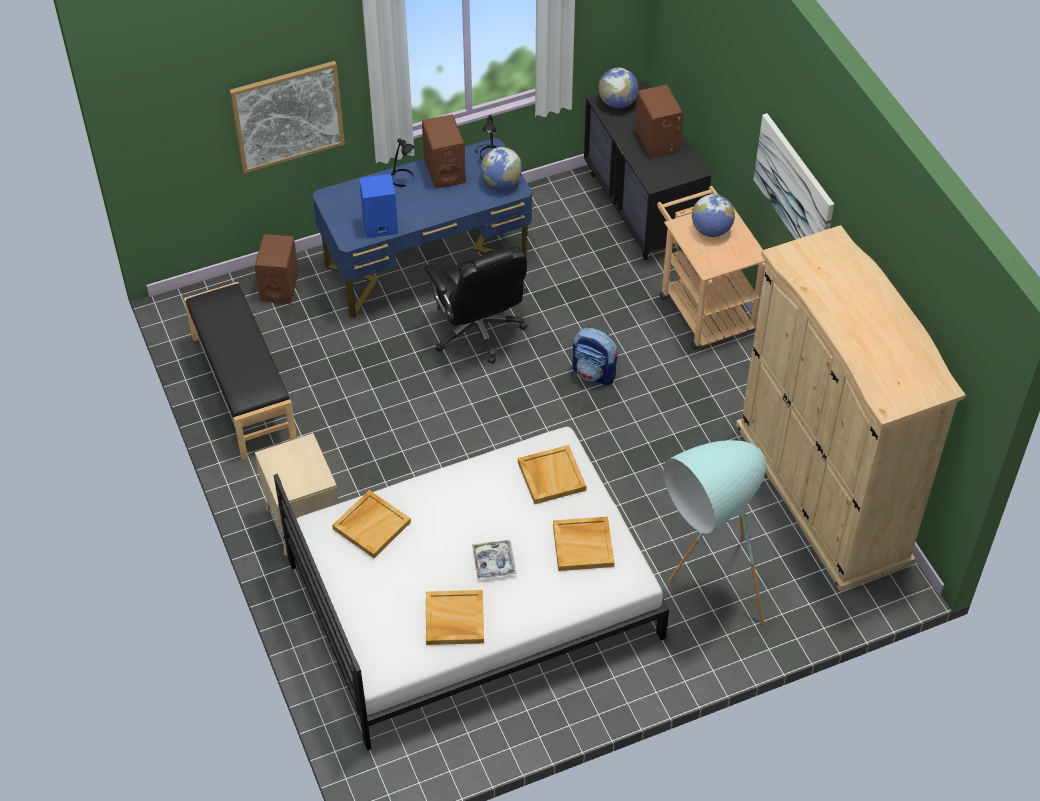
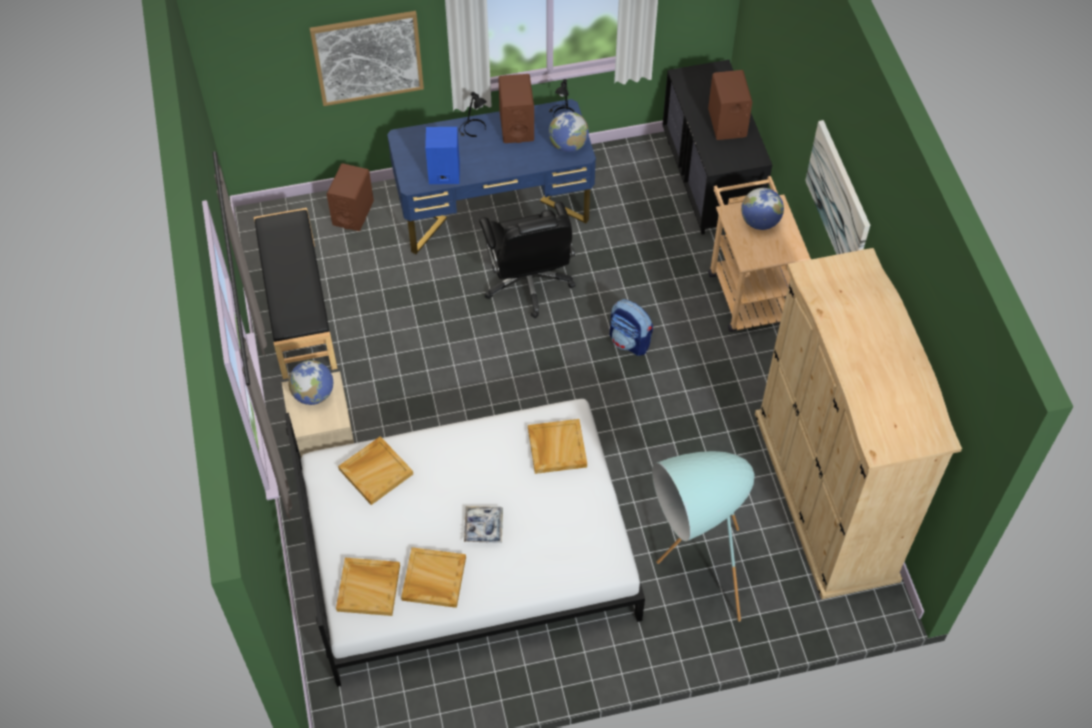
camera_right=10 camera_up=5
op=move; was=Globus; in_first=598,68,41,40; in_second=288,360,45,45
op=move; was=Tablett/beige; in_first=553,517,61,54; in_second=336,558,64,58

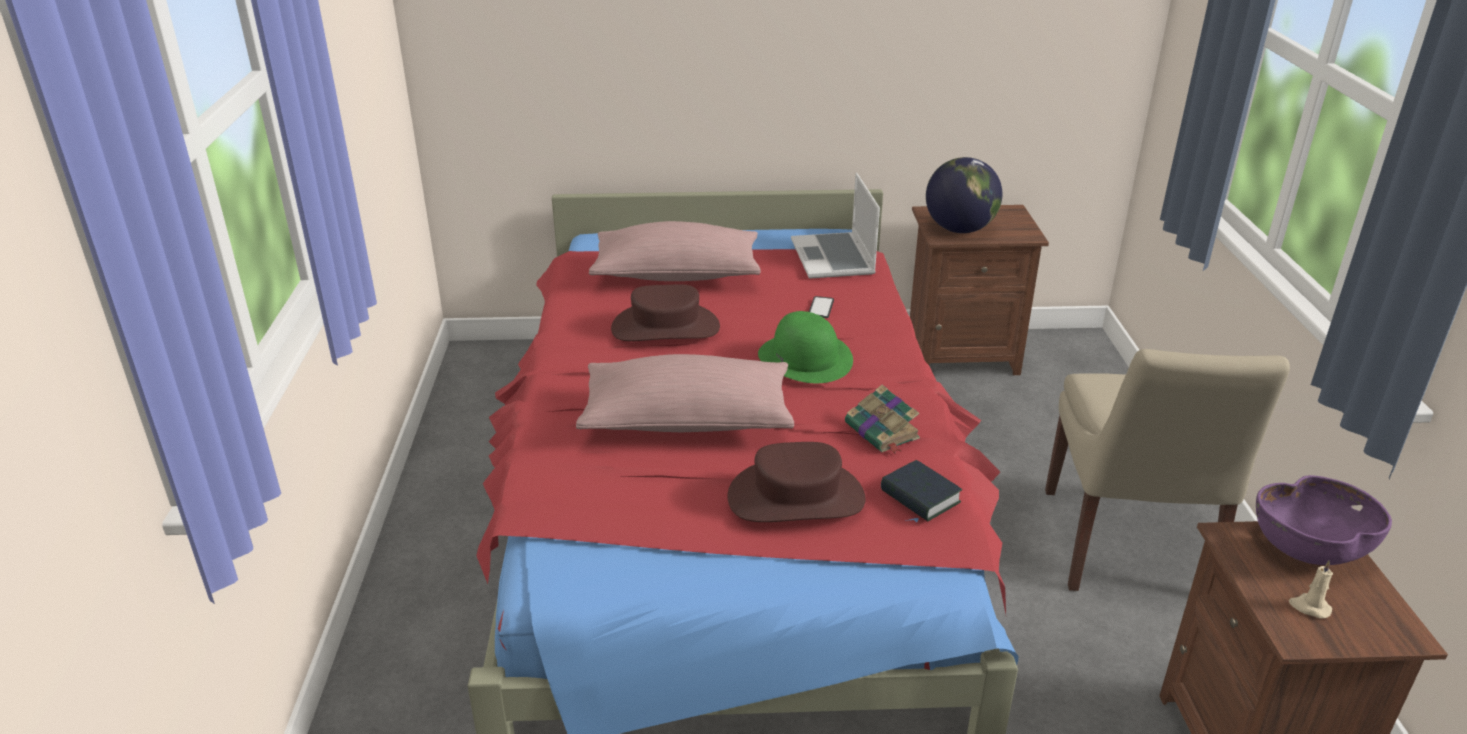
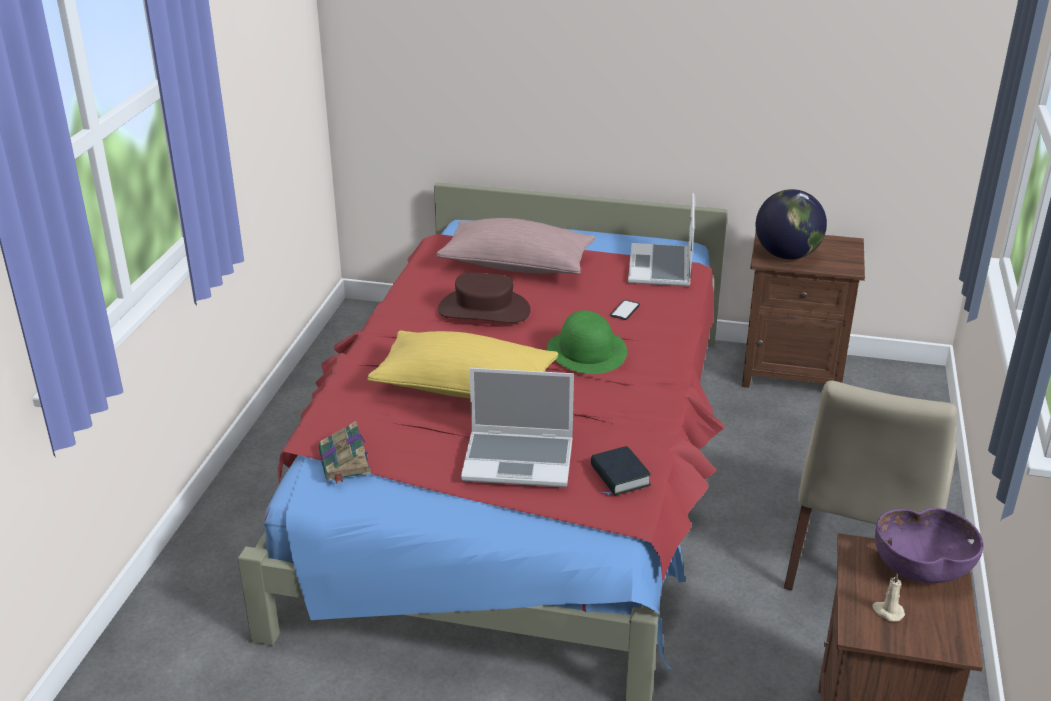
camera_right=15 camera_up=0
op=recolor; was=Kissen/rosa; now=Kissen/gelb; in_first=576,354,218,78; in_second=367,330,191,68
op=move; was=Buch; in_first=845,385,75,68; in_second=319,421,52,62
op=replace; was=Hut/braun; now=Laptop; in_first=727,442,139,80; in_second=461,368,113,119

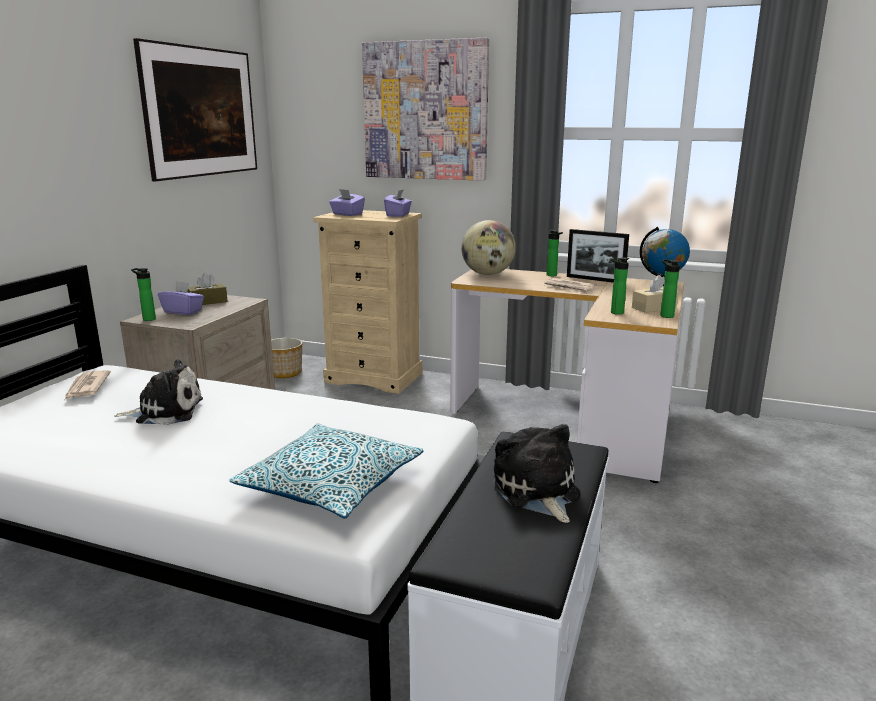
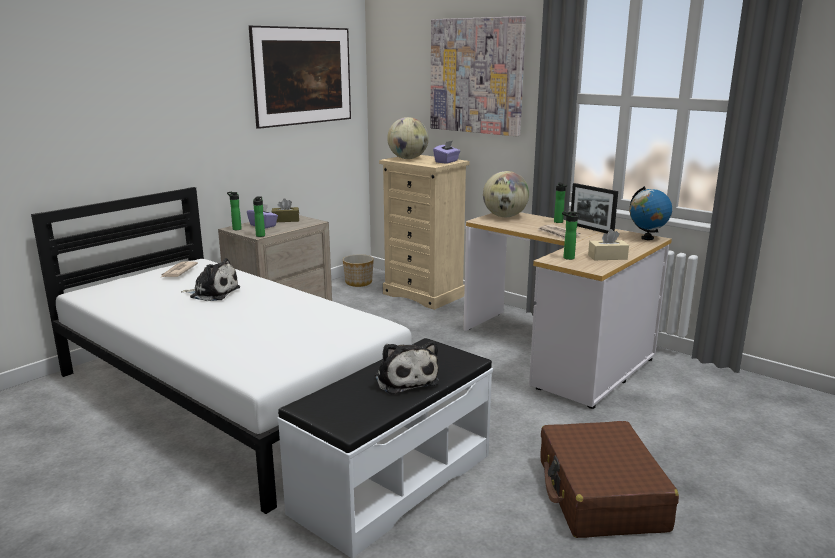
camera_right=20 camera_up=0
op=replace; was=Taschentuchbox/lila; now=Globus; in_first=329,189,36,27; in_second=387,117,42,42
op=move; was=Flasche; in_first=660,259,20,59; in_second=253,197,12,40
op=delete; was=Kissen; in_first=229,423,194,96
op=rotate; was=Plüschtier; in_first=493,424,87,99; in_second=375,341,64,54; clockwise=150
op=insert; now=Koffer/braun; in_second=541,421,138,117

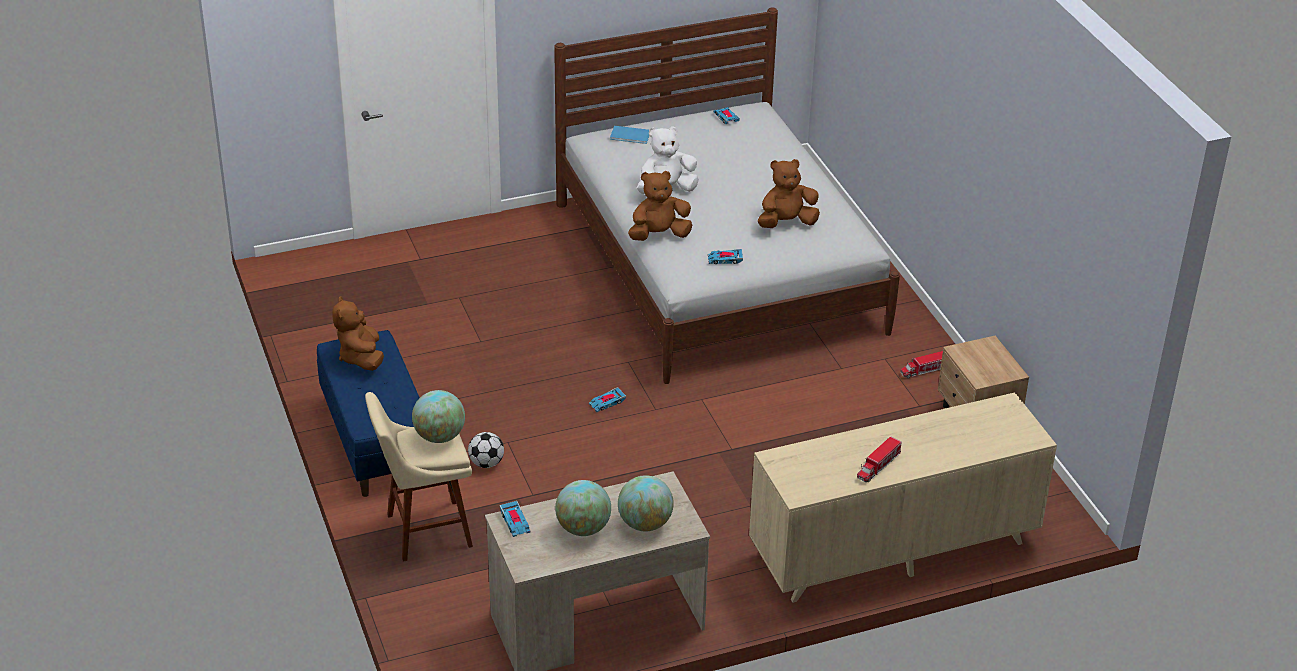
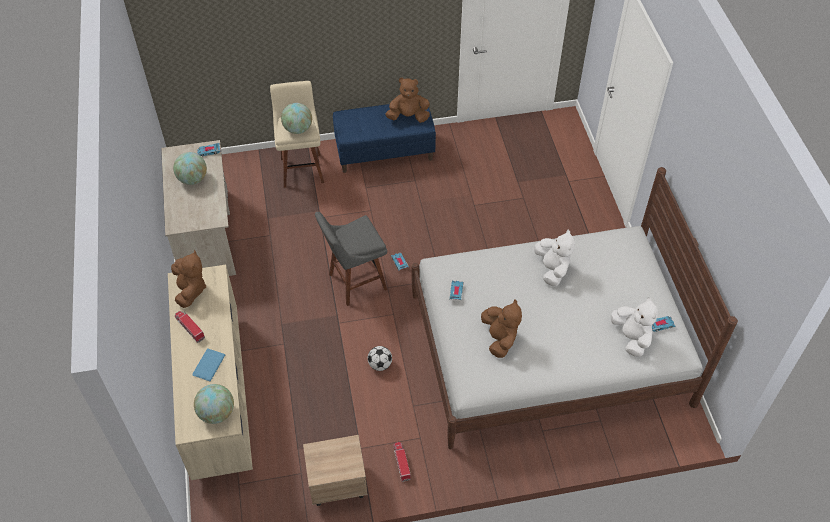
camera_right=100 camera_up=15
op=move; was=Buch/blau; in_first=610,126,39,18; in_second=192,348,33,33
op=move; was=Plüschtier/braun; in_first=628,171,64,70; in_second=171,250,35,58
op=move; was=Fußball; in_first=468,432,36,36; in_second=367,346,25,25
op=move; was=Globus; in_first=618,475,56,56; in_second=194,384,40,40
op=insert; now=Hocker/grau; in_second=315,212,72,94
op=insert; now=Plüschtier/weiß; in_second=611,297,47,60

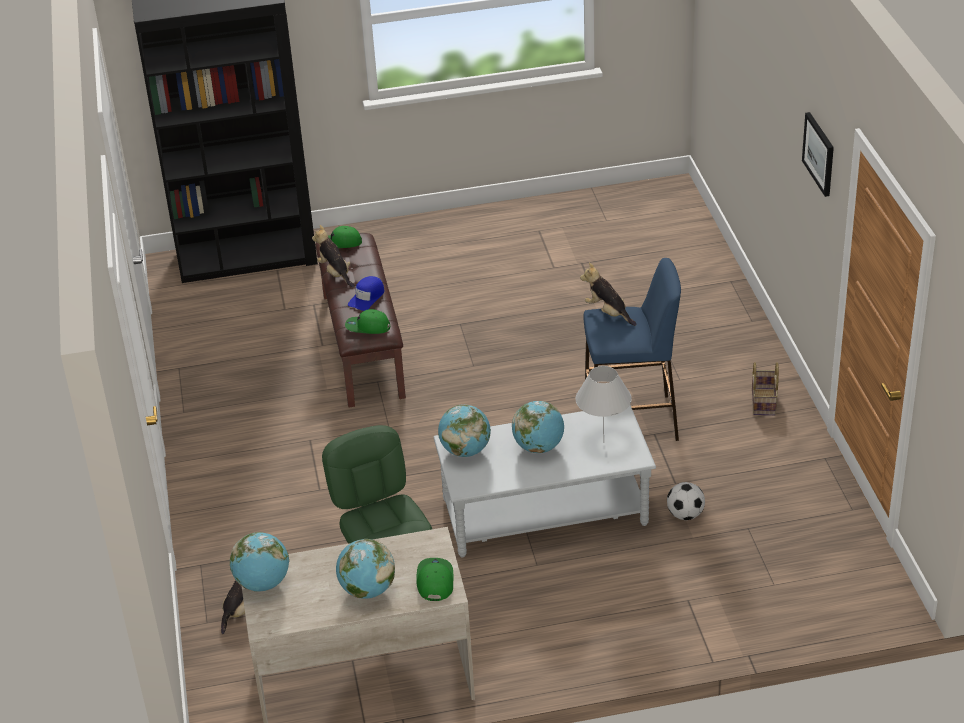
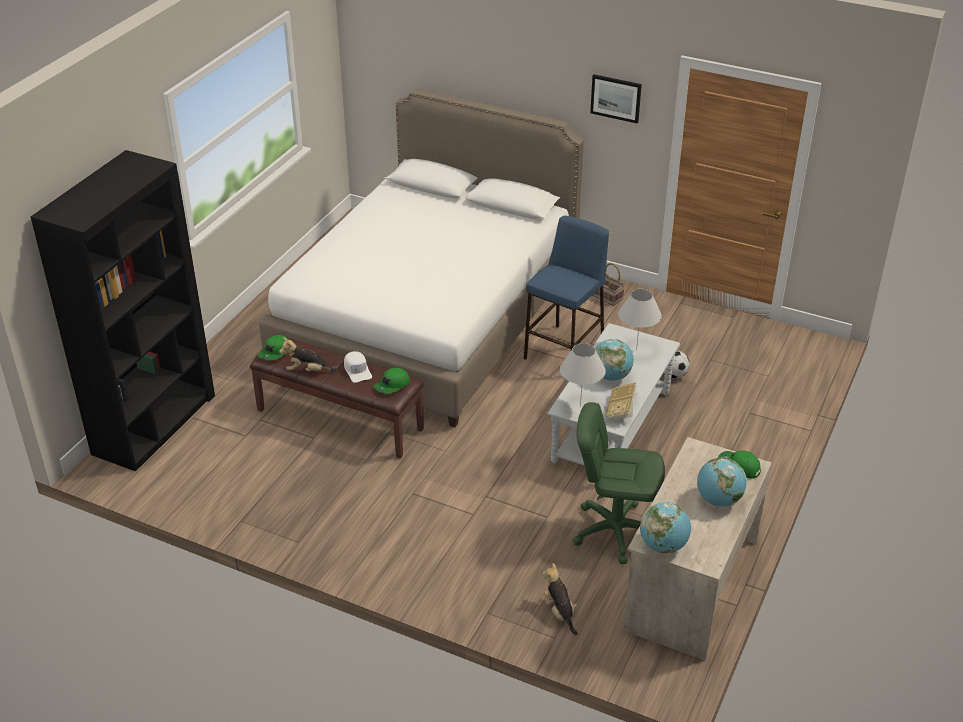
camera_right=-55 camera_up=0
op=delete; was=Plüschtier; in_first=580,262,57,64
op=recolor; was=Kappe/blau; now=Kappe/weiß; in_first=348,276,36,35; in_second=344,351,28,32
op=replace; was=Globus; now=Tischlampe/weiß; in_first=438,405,53,52; in_second=560,343,46,64
op=insert; now=Bett/weiß; in_second=259,88,325,339
op=insert; now=Buch; in_second=605,382,33,40

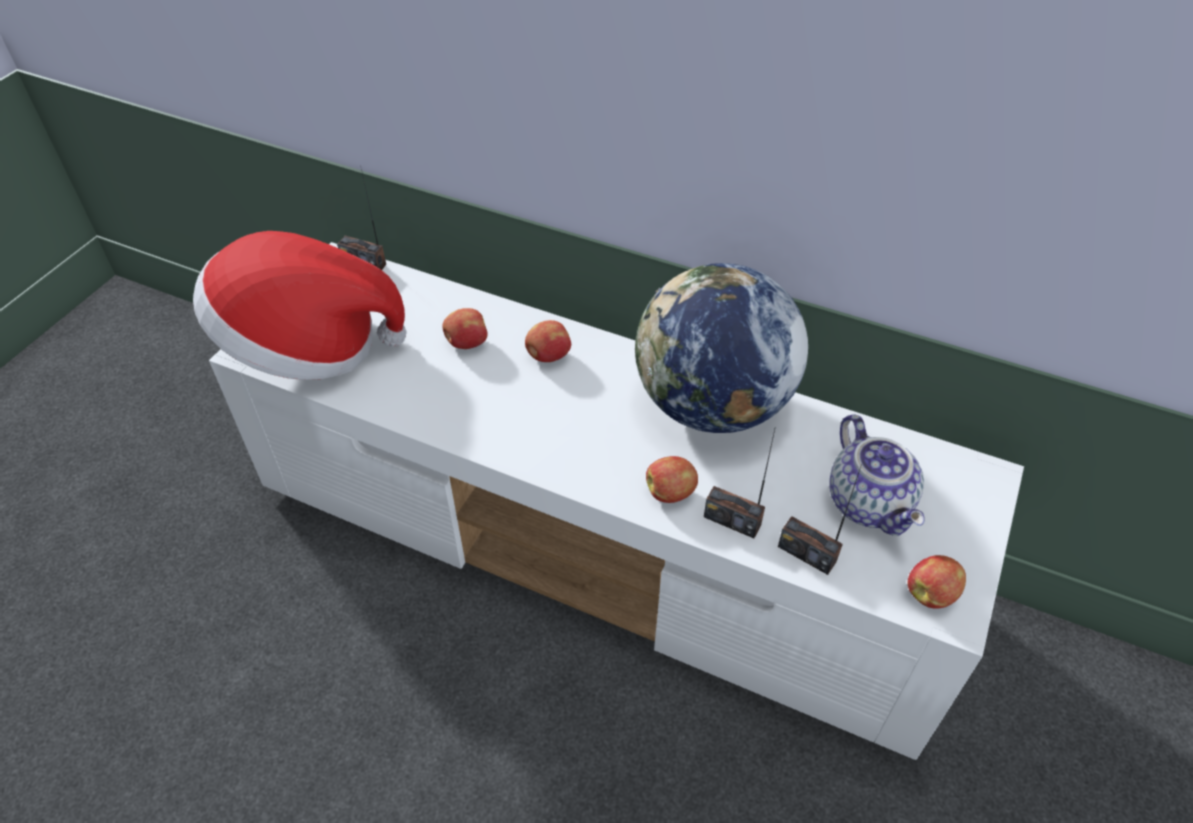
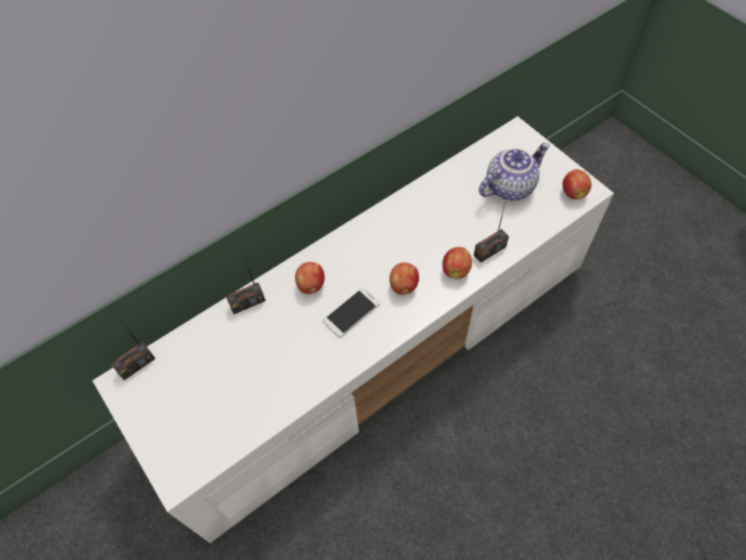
camera_right=-60 camera_up=10
op=delete; was=Hut; in_first=193,231,213,149
op=delete; was=Globus; in_first=635,263,173,170
op=move; was=Apfel; in_first=442,308,46,41; in_second=389,262,30,33
op=rotate; was=Teekanne; in_first=830,414,95,122; in_second=479,143,71,58; clockwise=-45
op=move; was=Radio; in_first=778,464,84,111; in_second=226,242,40,72
op=insert; now=Handy; in_second=323,288,57,50

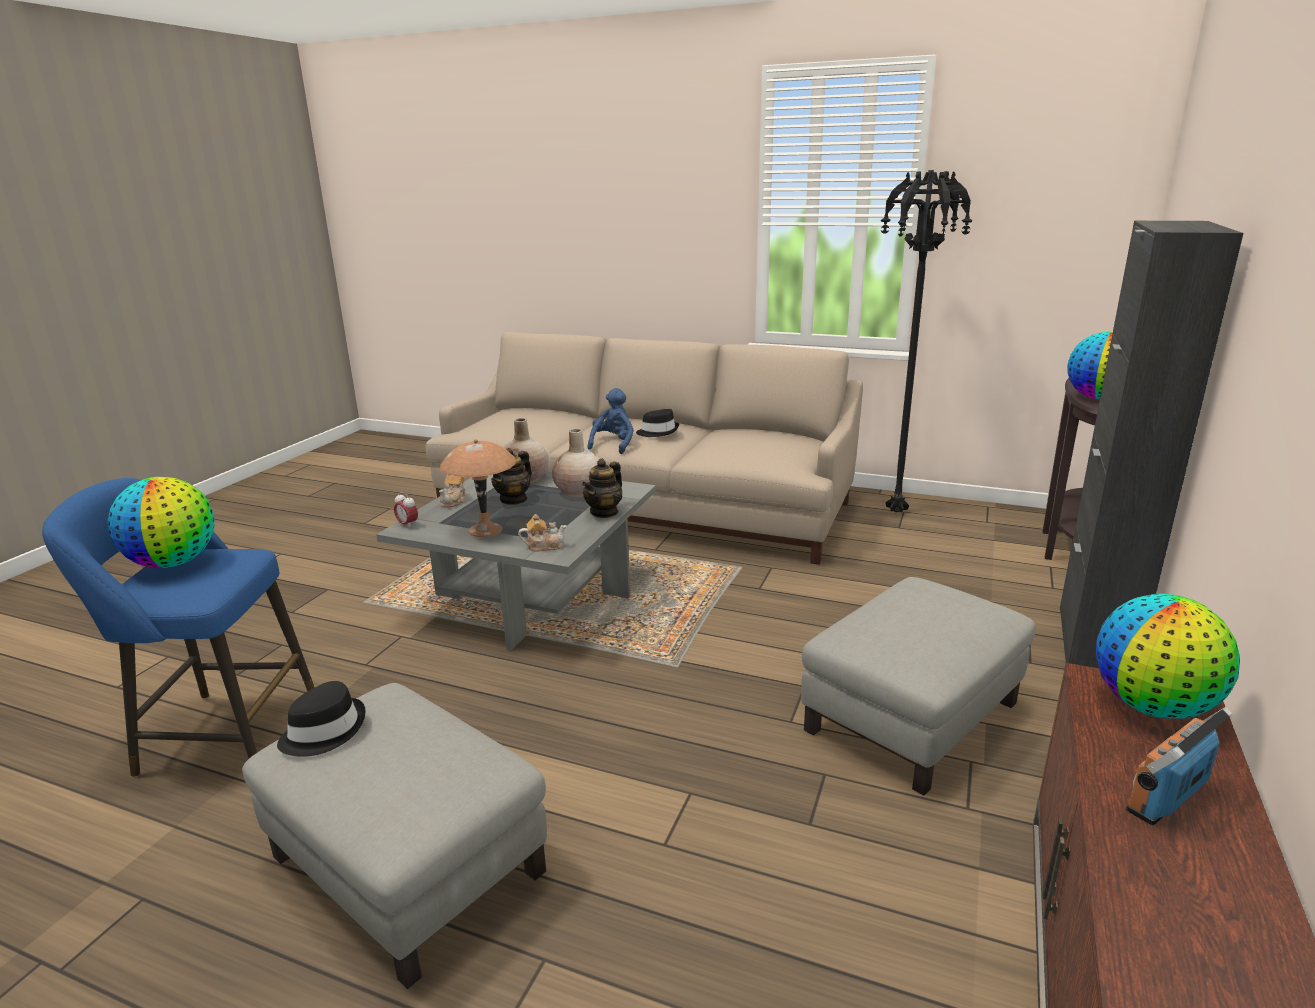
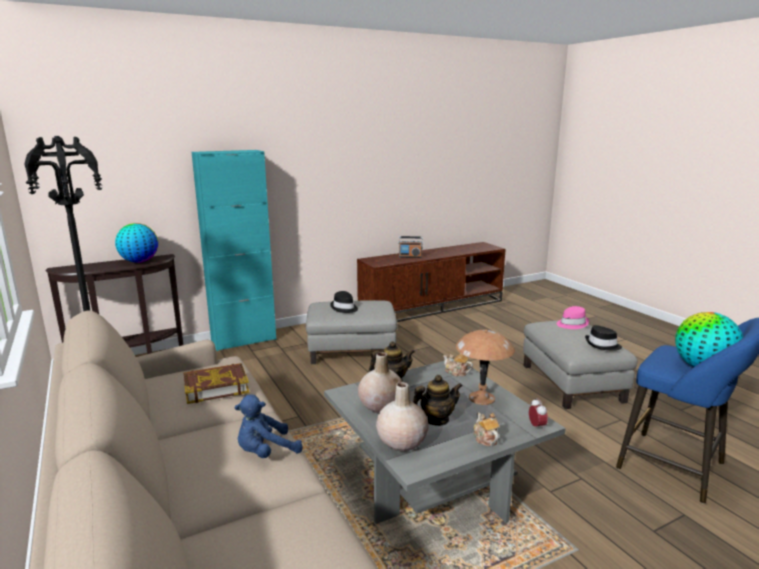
camera_right=-140 camera_up=-5
op=recolor; was=Schrank/schwarz; now=Schrank/türkis; in_first=1060,221,183,447; in_second=191,150,85,201
op=move; was=Hut/schwarz; in_first=636,409,43,28; in_second=330,291,28,22
op=rotate; was=Teekanne; in_first=439,474,27,34; in_second=473,413,27,33; clockwise=-75
op=delete; was=Globus; in_first=1096,594,144,125
op=insert; now=Hut/rosa; in_second=556,306,33,23
op=insert; now=Buch; in_second=184,363,65,41

